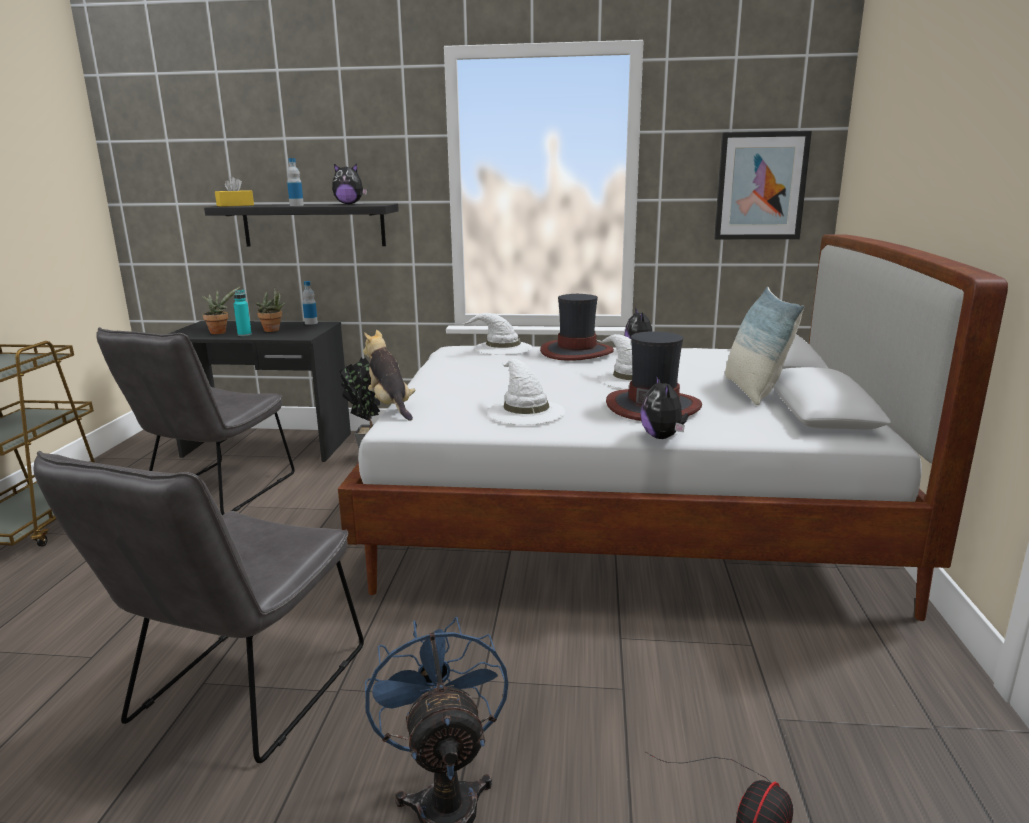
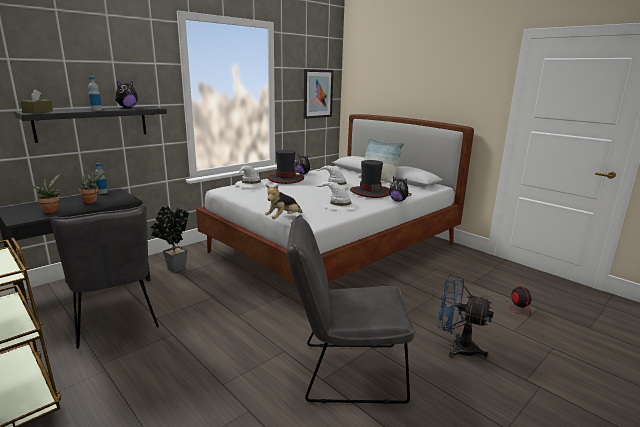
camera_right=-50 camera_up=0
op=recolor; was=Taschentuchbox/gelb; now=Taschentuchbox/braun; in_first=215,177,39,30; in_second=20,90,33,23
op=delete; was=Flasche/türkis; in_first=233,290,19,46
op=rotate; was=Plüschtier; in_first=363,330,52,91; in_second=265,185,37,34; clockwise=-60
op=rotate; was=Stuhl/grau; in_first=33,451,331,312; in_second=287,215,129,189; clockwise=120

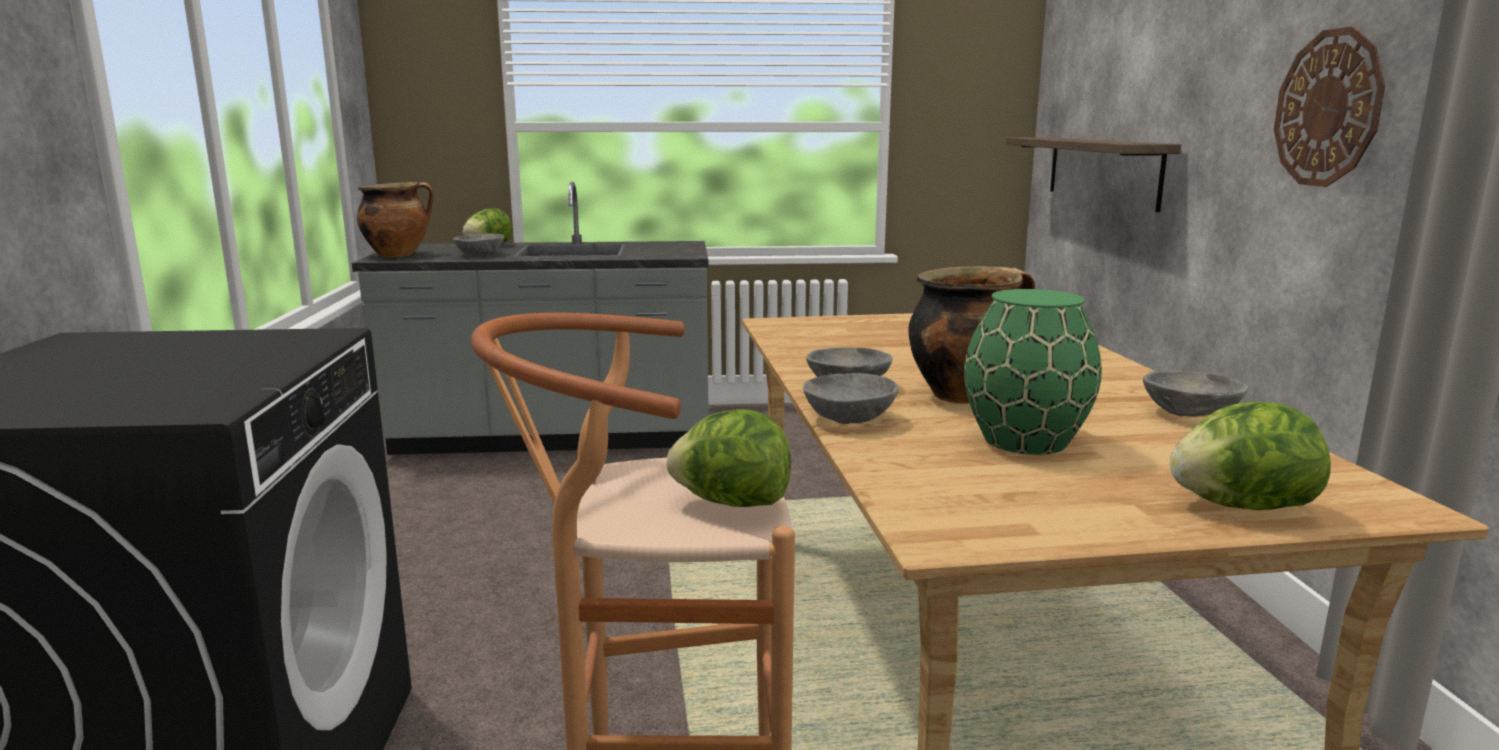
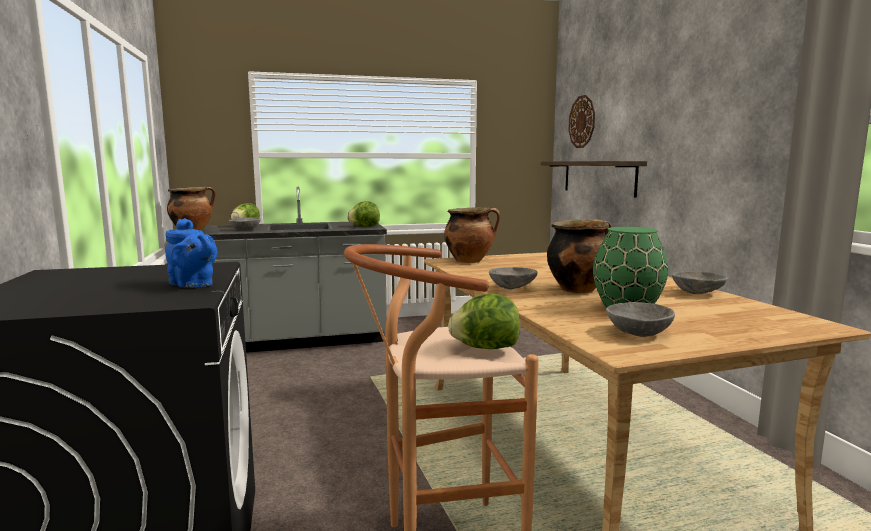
camera_right=-10 camera_up=-5
op=move; was=Wanduhr; in_first=1274,27,111,160; in_second=568,95,27,53
op=move; was=Schüssel/grau; in_first=803,373,96,51; in_second=606,302,69,35
op=move; was=Salatkopf; in_first=1170,402,161,108; in_second=347,201,33,26
op=insert; now=Kochtopf; in_second=444,207,56,56
op=insert; now=Teekanne/blau; in_second=165,218,52,70

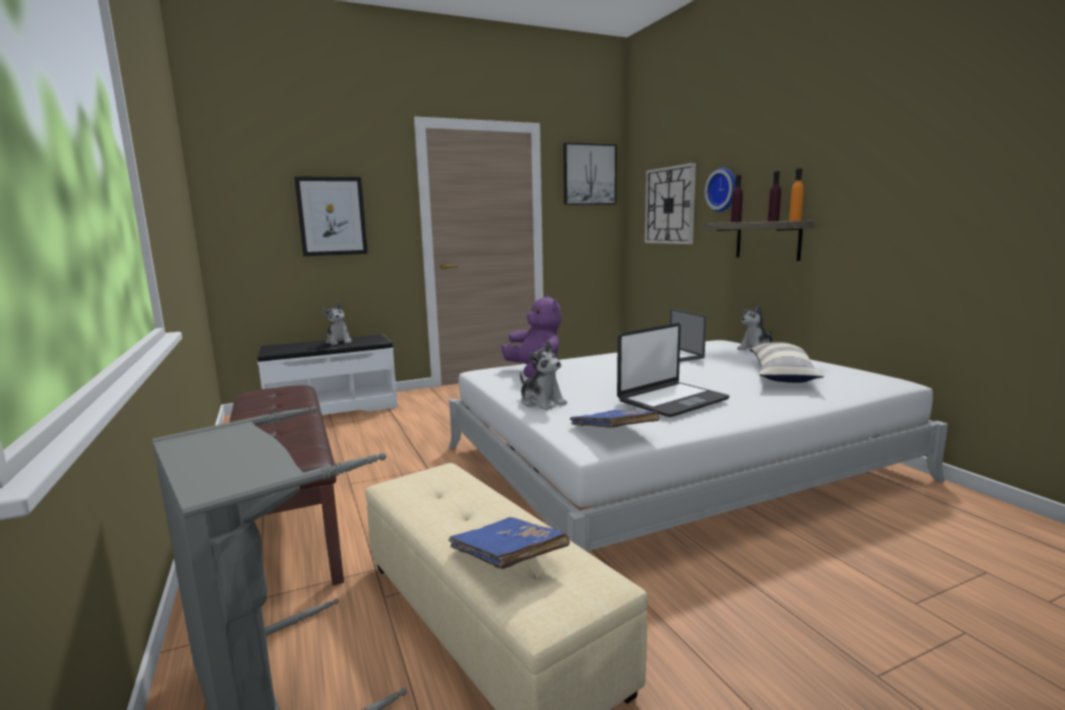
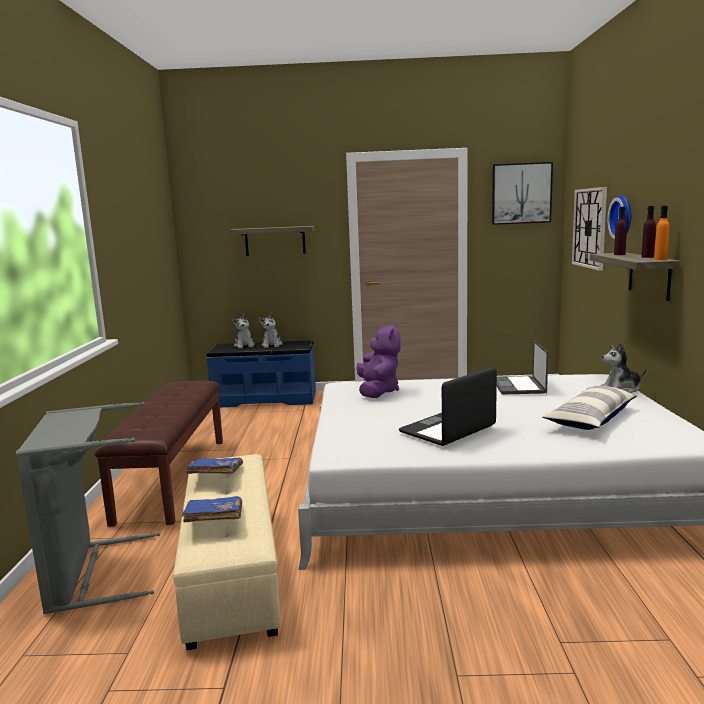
camera_right=25 camera_up=0
op=replace; was=Bild; now=Wandregal; in_first=294,176,74,80; in_second=229,226,86,30
op=rotate; was=Laptop; in_first=617,323,112,94; in_second=399,367,98,79; clockwise=150
op=recolor; was=Bank/weiß; now=Bank/blau; in_first=257,334,141,81; in_second=206,340,110,67
op=move; was=Plüschtier; in_first=520,341,47,69; in_second=232,313,23,36
op=move; was=Buch/blau; in_first=570,410,89,18; in_second=185,458,58,16

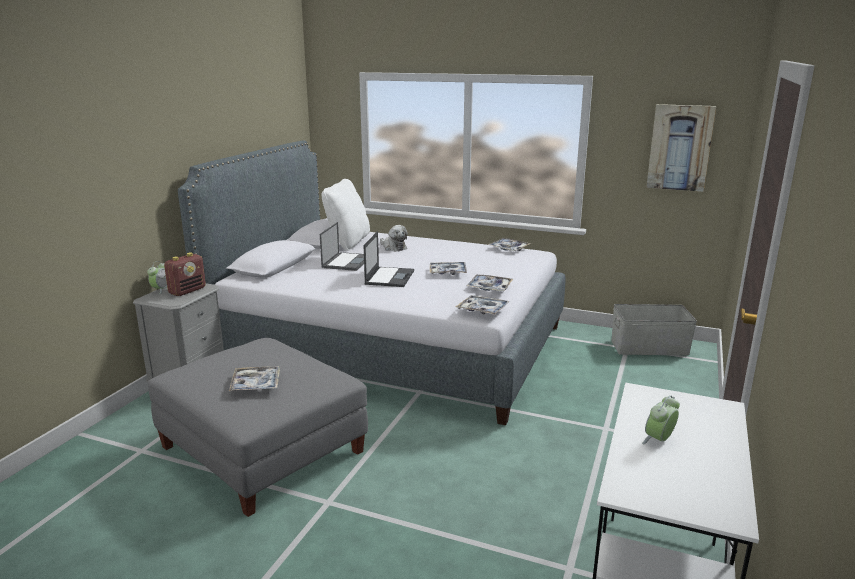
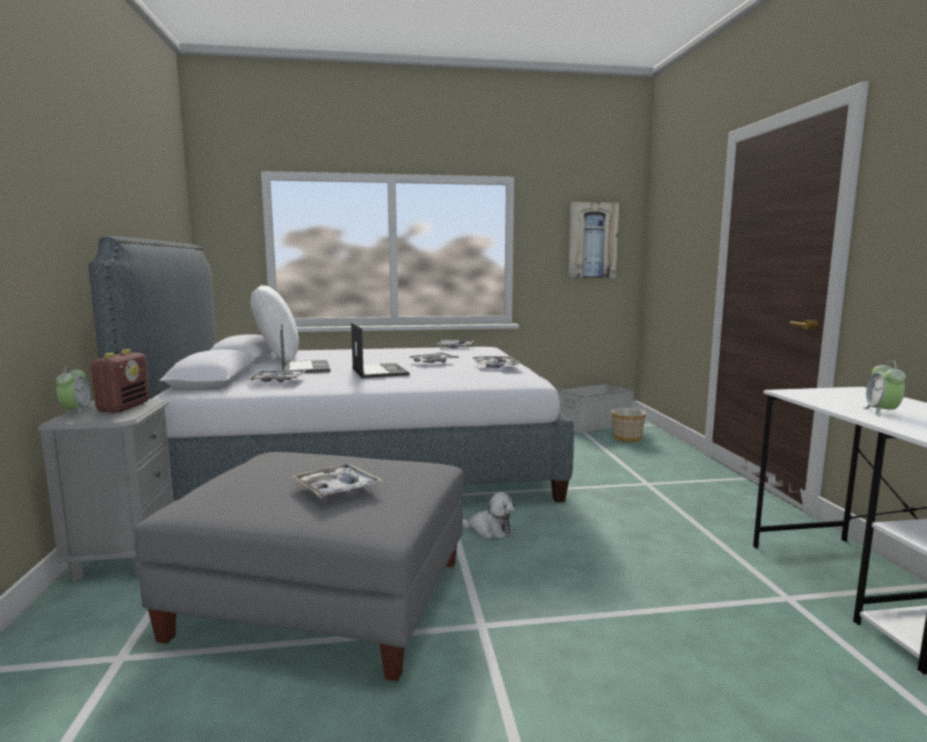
camera_right=-30 camera_up=-10
op=move; was=Plüschtier; in_first=380,225,28,27; in_second=463,492,52,47
op=move; was=Tablett; in_first=456,295,54,20; in_second=247,370,60,12
op=insert; now=Pflanzkübel; in_second=612,408,34,34

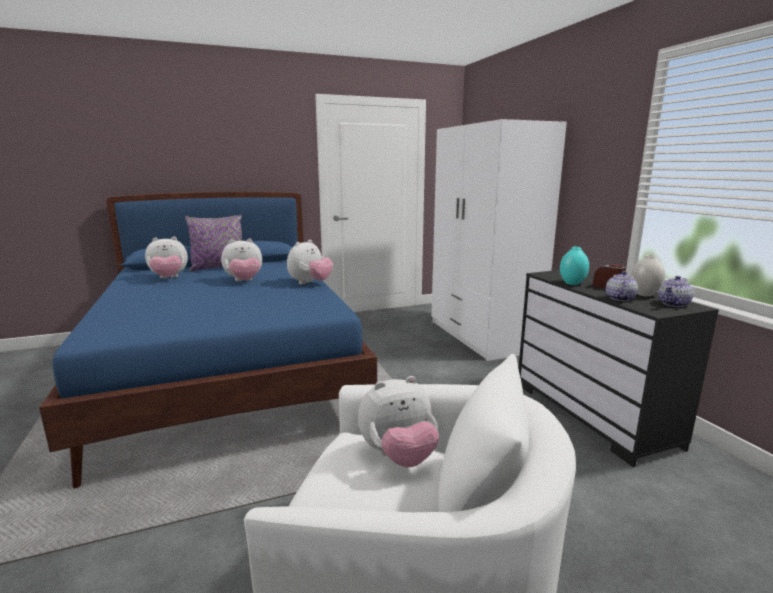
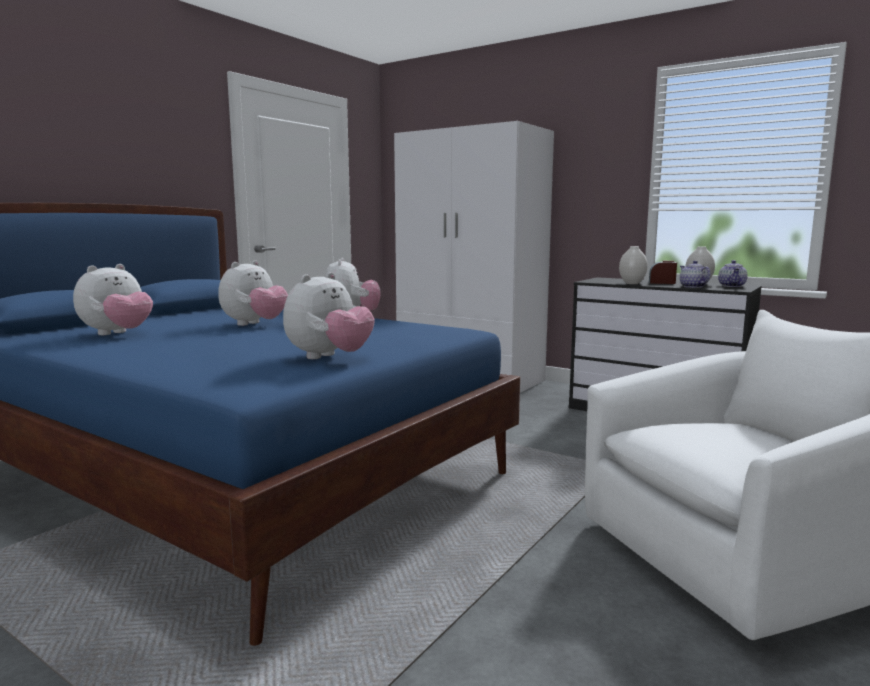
camera_right=-35 camera_up=-5
op=delete; was=Kissen/lila; in_first=185,215,57,57
op=recolor; was=Vase/türkis; now=Vase/weiß; in_first=560,247,29,38; in_second=619,246,29,38
op=move; was=Plüschtier; in_first=358,376,81,91; in_second=283,272,92,87

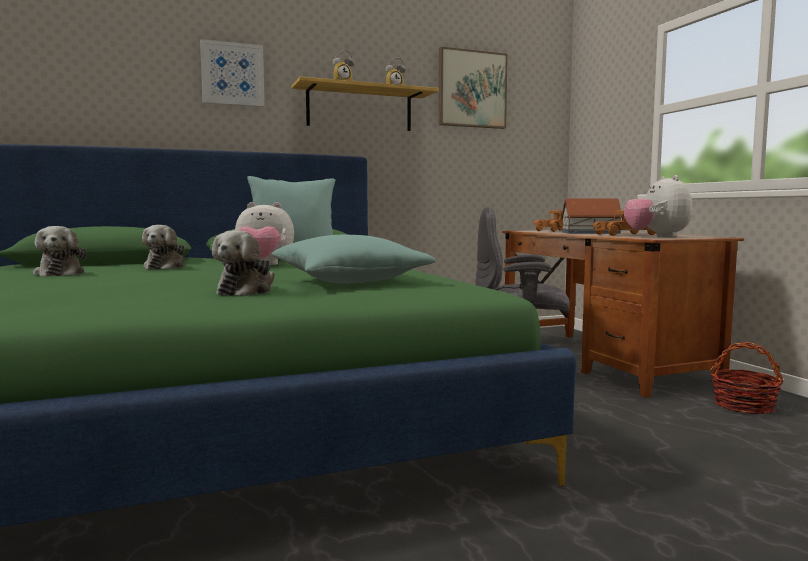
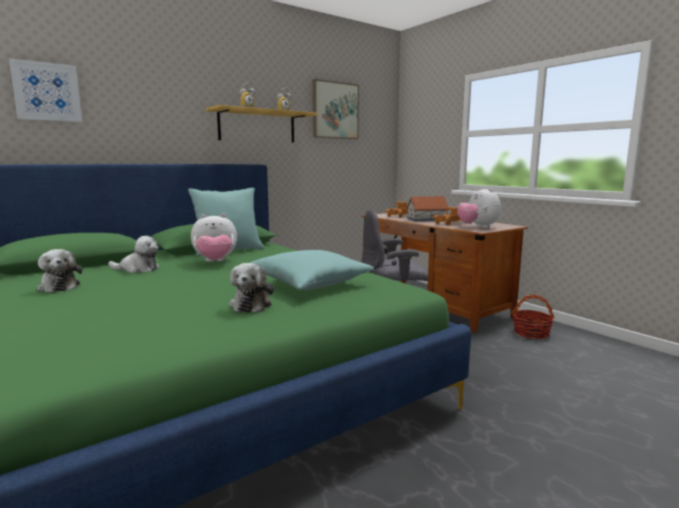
camera_right=-15 camera_up=5
op=move; was=Bild; in_first=200,39,65,68; in_second=9,58,73,64
op=rotate; was=Plüschtier; in_first=142,225,43,44; in_second=108,236,51,37; clockwise=-75

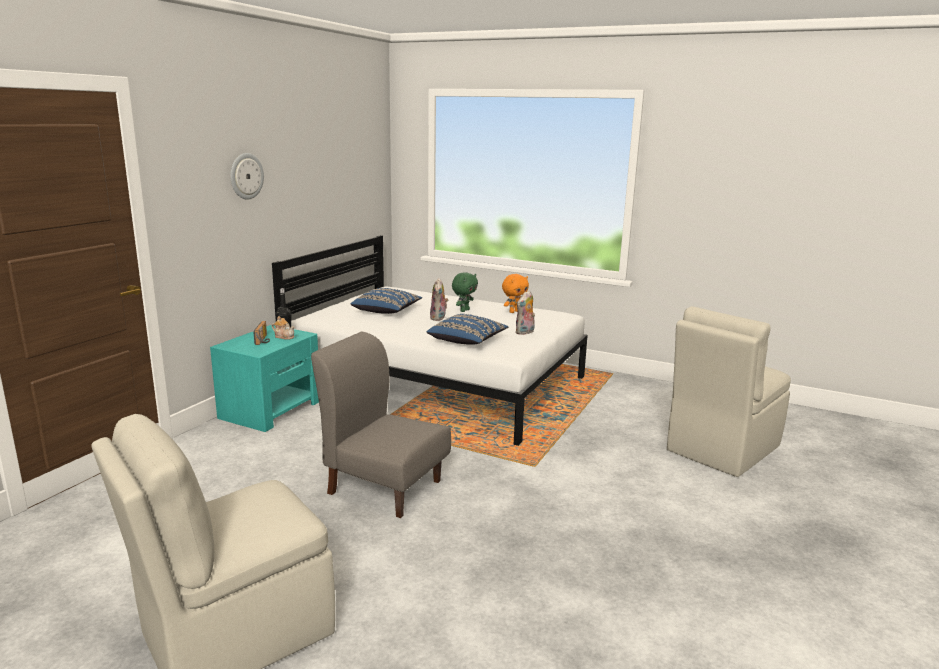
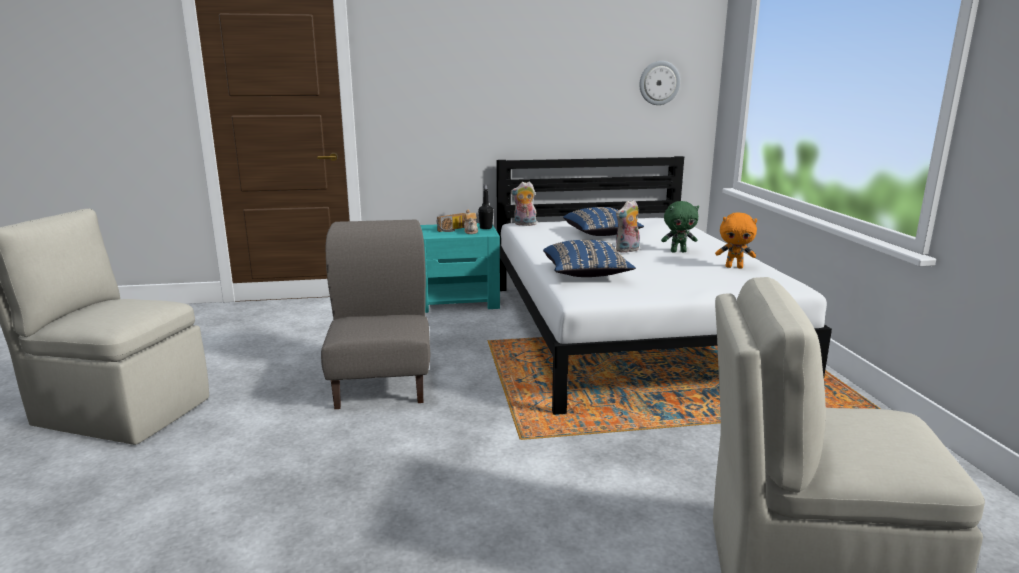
camera_right=55 camera_up=0
op=move; was=Wanduhr; in_first=230,153,34,47; in_second=639,61,41,44
op=move; was=Plüschtier; in_first=516,291,19,44; in_second=511,182,26,44

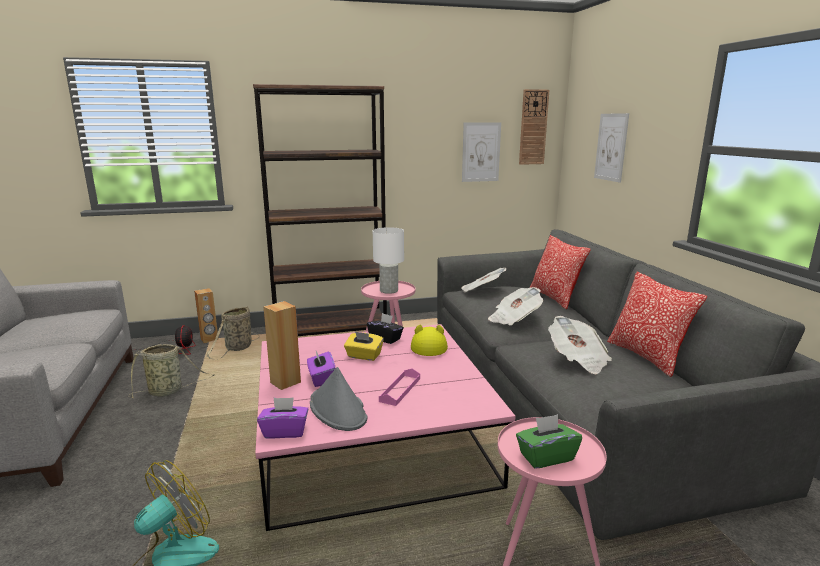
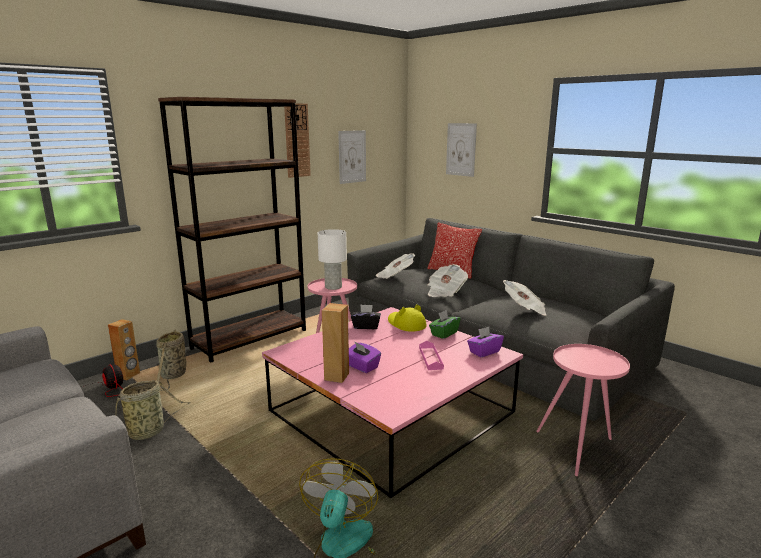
camera_right=-30 camera_up=0
op=move; was=Wanduhr; in_first=519,89,30,76; in_second=284,103,27,75
op=delete; was=Kissen; in_first=607,272,100,105
op=delete; was=Taschentuchbox/gelb; in_first=344,331,40,30
op=delete; was=Hut/grau; in_first=310,367,58,64
op=move; was=Taschentuchbox/lila; in_first=257,397,52,42; in_second=467,327,37,30
op=move; was=Taschentuchbox/grün; in_first=516,414,66,55; in_second=429,310,32,29

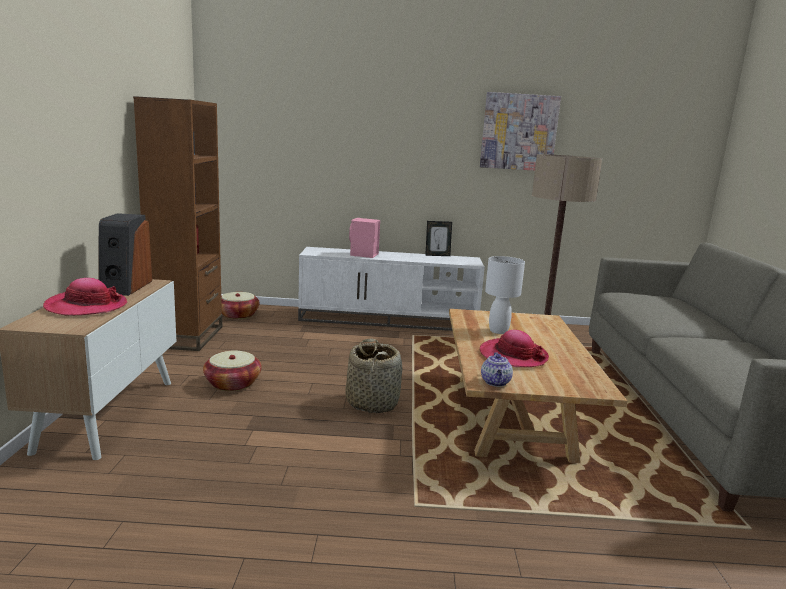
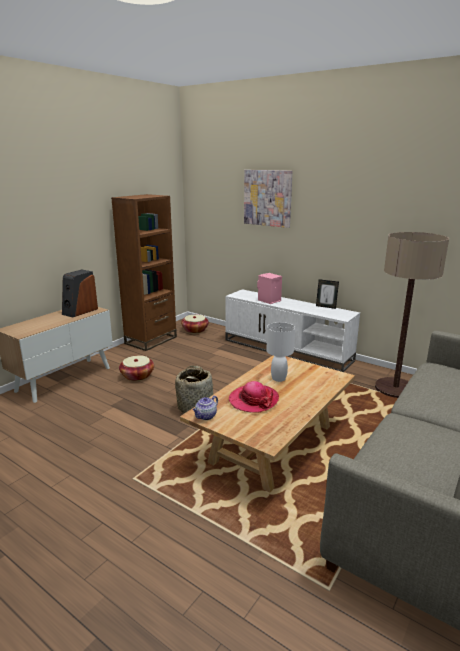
camera_right=35 camera_up=5
op=move; was=Bild; in_first=480,92,81,79; in_second=244,170,49,58
op=delete; was=Hut; in_first=43,278,85,38

